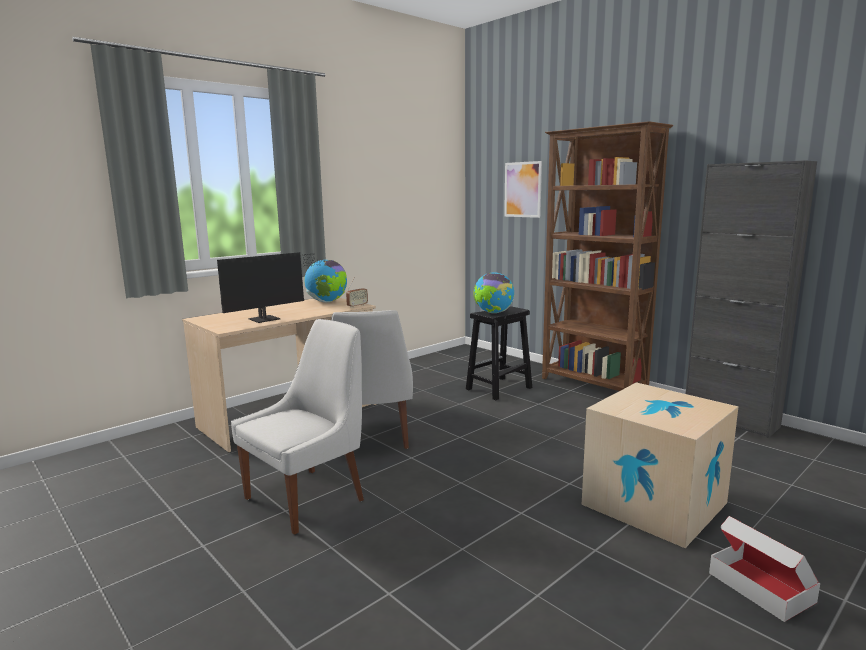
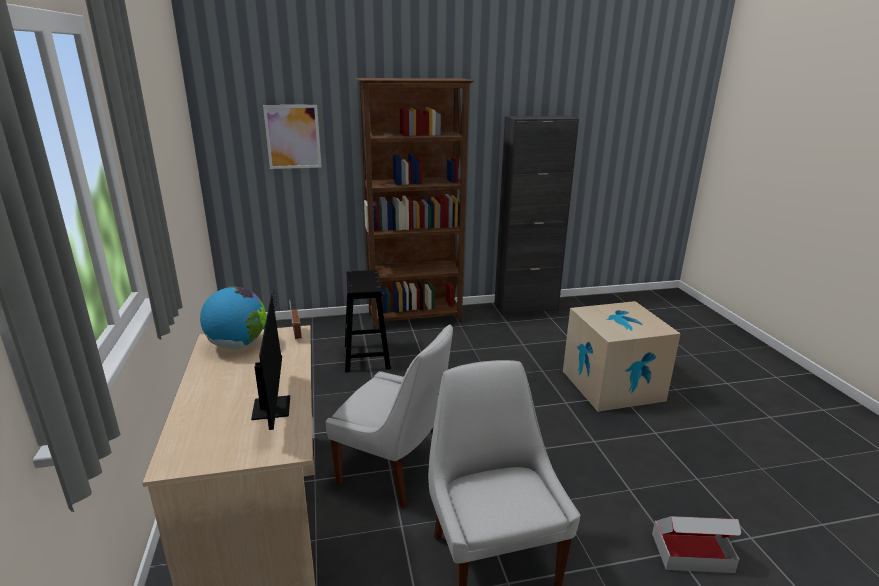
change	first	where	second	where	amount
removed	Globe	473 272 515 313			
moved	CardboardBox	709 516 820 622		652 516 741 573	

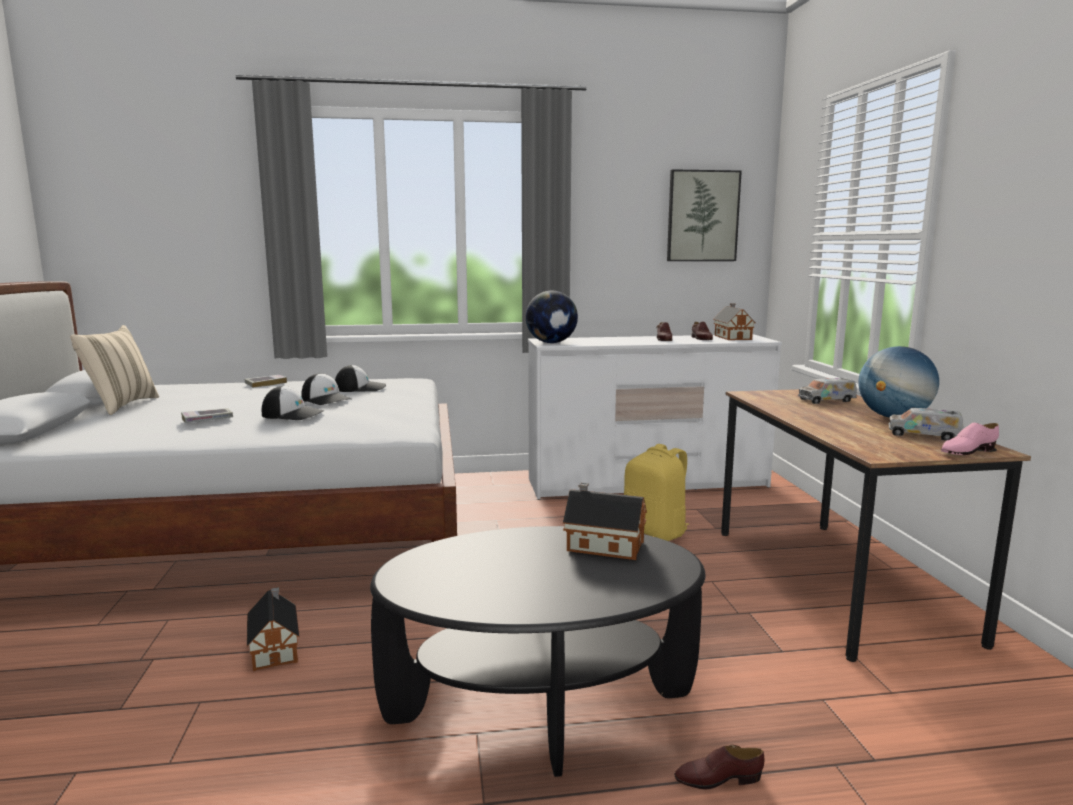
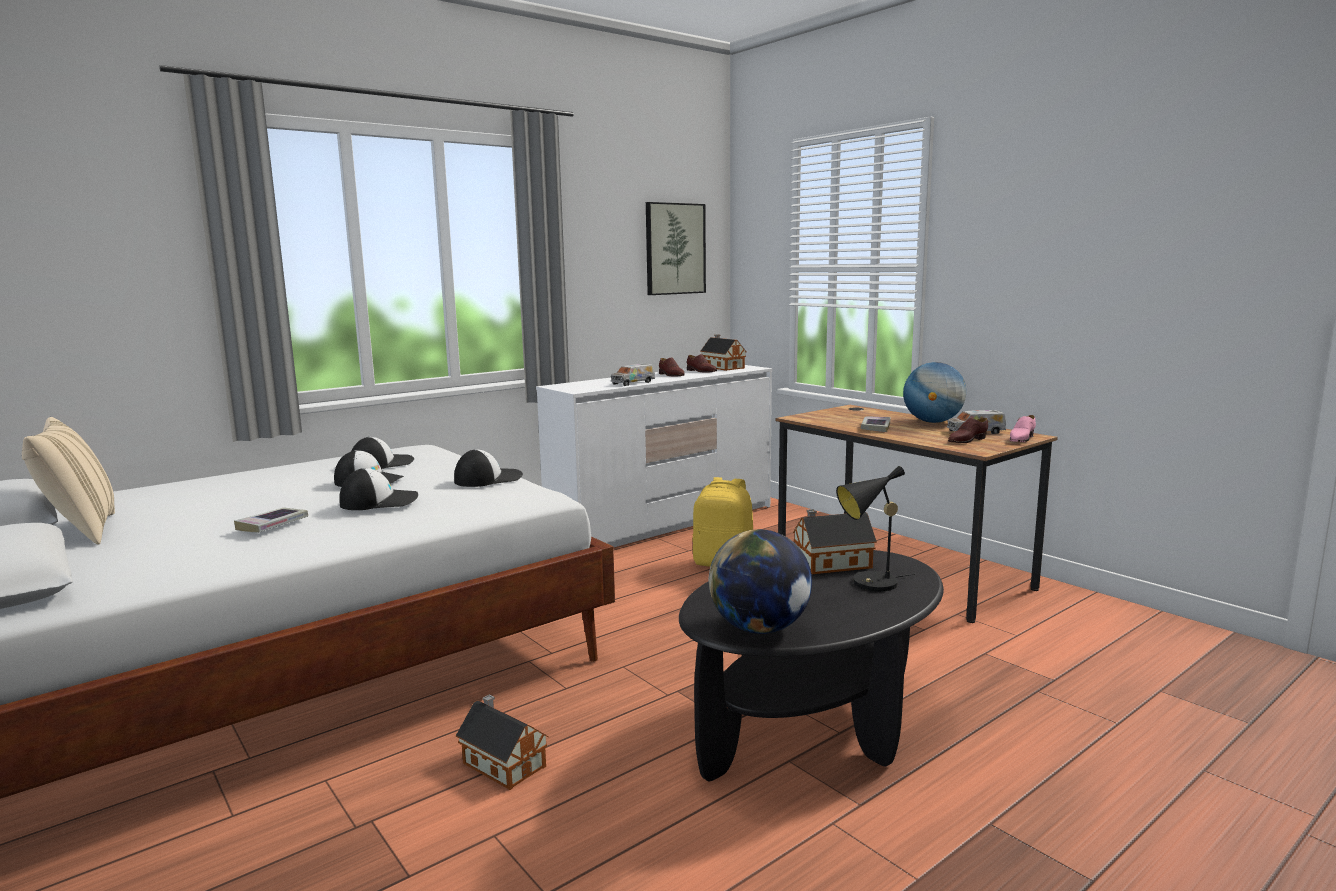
change	first	where	second	where	amount
moved	Globe	525 291 578 343		709 529 812 634	
moved	Book	245 375 287 388		861 417 891 432	
moved	ToyTruck	798 378 857 404		611 364 655 386	
moved	BrownShoe	674 745 764 789		948 418 988 443	
added			Cap	454 449 523 487	
added			BlackTableLamp	836 466 916 591	

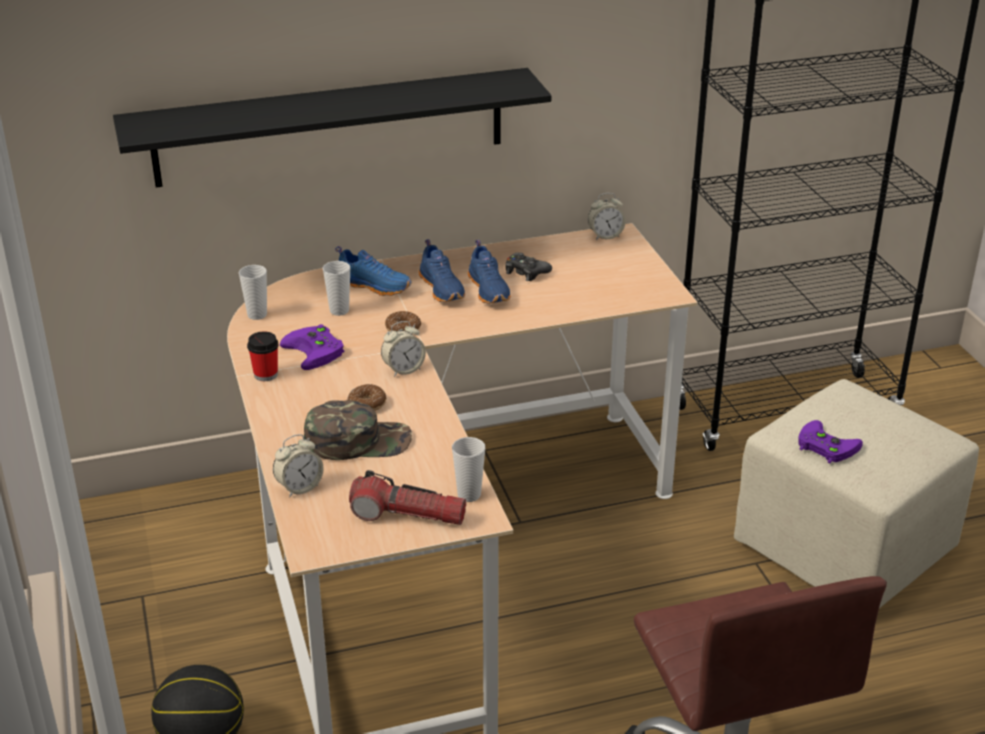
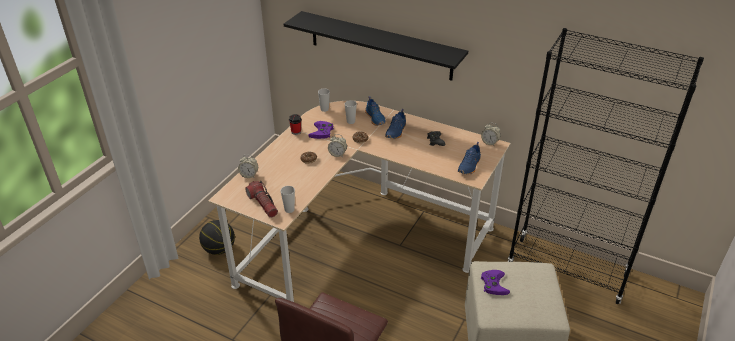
change	first	where	second	where	amount
moved	BlueShoe	468 240 511 304		458 142 481 175	
removed	GreenCap	304 400 412 460			

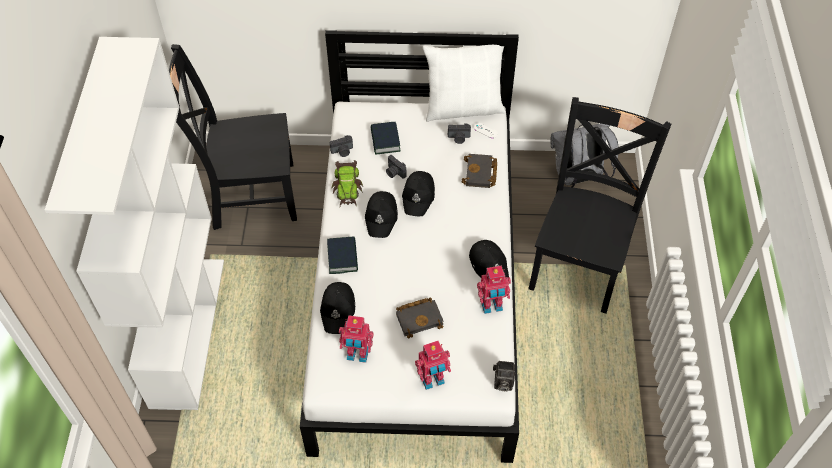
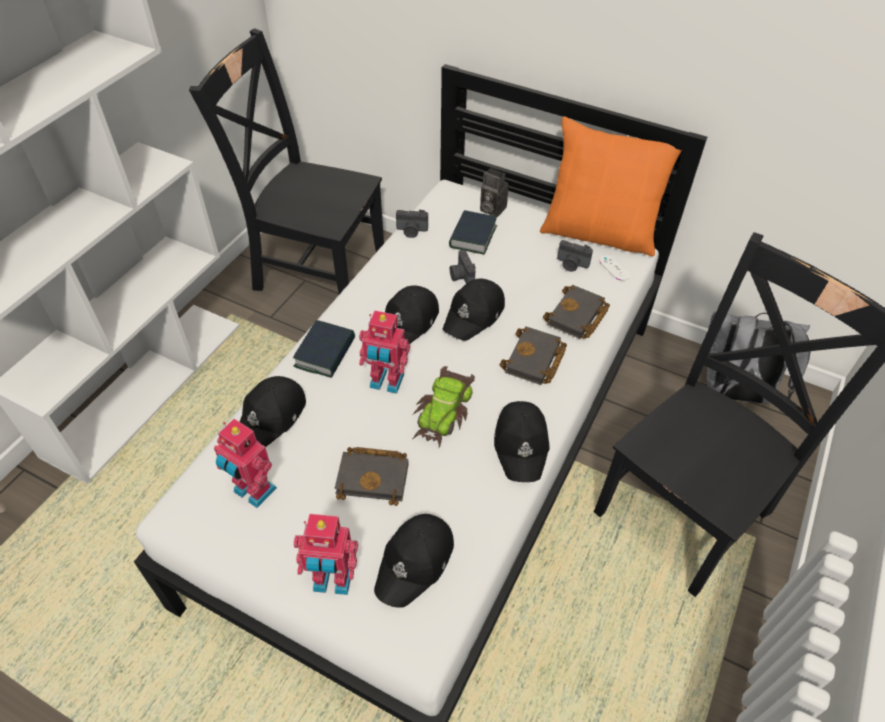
change	first	where	second	where	amount
recoloured	WhitePillow	423 45 505 122	OrangePillow	540 116 682 257	
moved	ToyCar	331 160 363 207		412 366 475 447	
moved	ToyRobot	477 266 511 314		359 311 410 394	
moved	PhotoCamera	493 361 515 391		480 168 509 217	
added			BlackBook	500 327 567 385	
added			BlackCap	374 514 454 608	

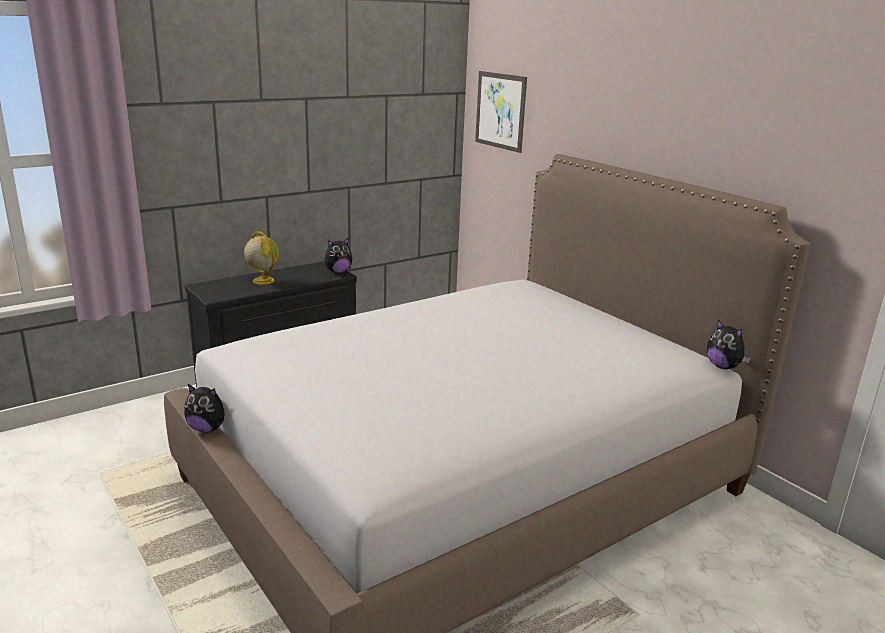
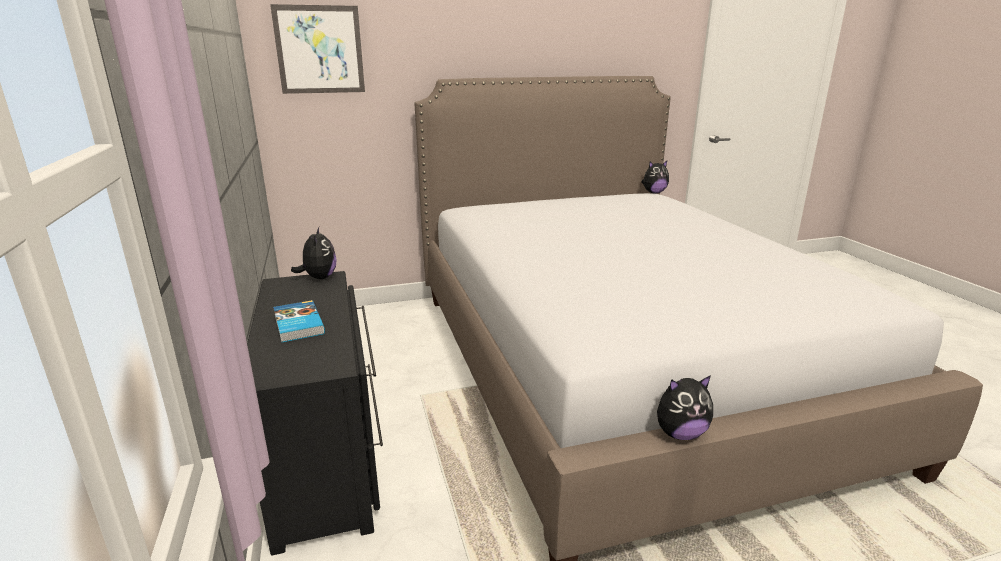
change	first	where	second	where	amount
replaced	Globe	244 231 279 285	Book	273 300 325 343	
turned	PlushToy	184 384 225 433		657 375 713 440	45 degrees clockwise

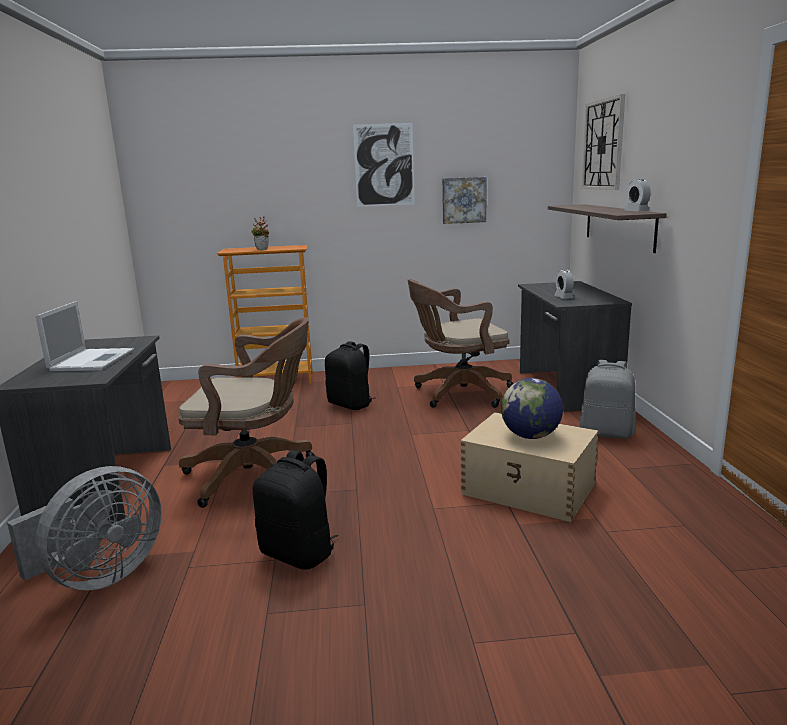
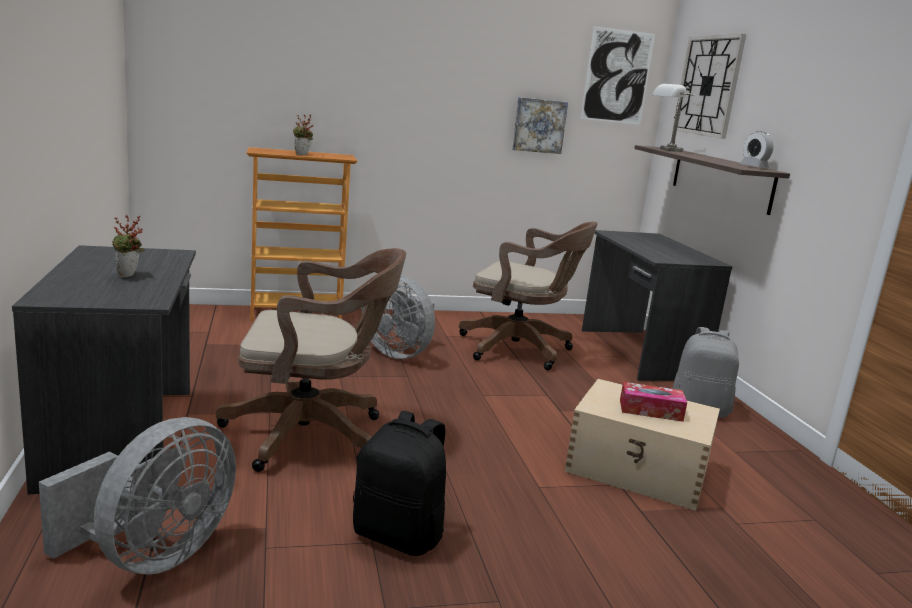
change	first	where	second	where	amount
moved	Picture	353 123 415 207		580 26 655 125	
removed	AlarmClock	554 269 574 299			
turned	BrownOfficeChair	407 279 513 408		459 222 598 370	135 degrees counterclockwise
replaced	Laptop	36 301 134 371	PottedPlant	112 215 144 278	
replaced	BlackBackpack	325 341 374 410	GreyFan	362 275 435 359	
replaced	Globe	501 378 563 439	TissueBox	620 382 687 422	
added			GreyTableLamp	652 84 694 152	

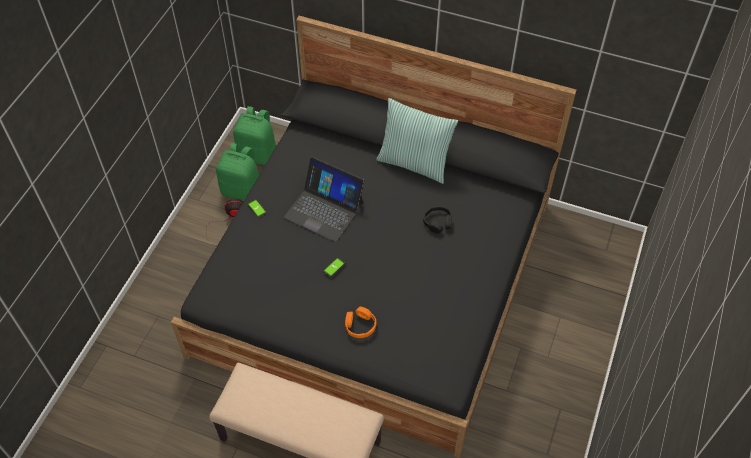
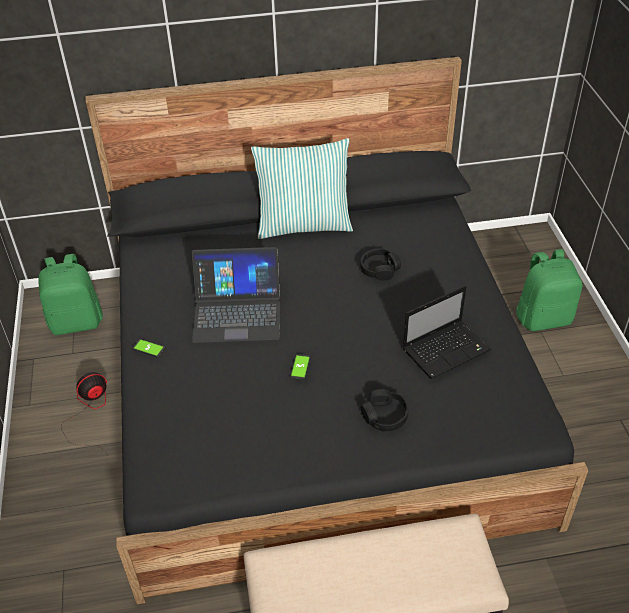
change	first	where	second	where	amount
moved	GreenBackpack	216 143 259 202		516 249 583 331	
recoloured	OrangeHeadphones	345 307 377 338	BlackHeadphones	361 389 409 432	
added			Laptop	403 286 491 379	

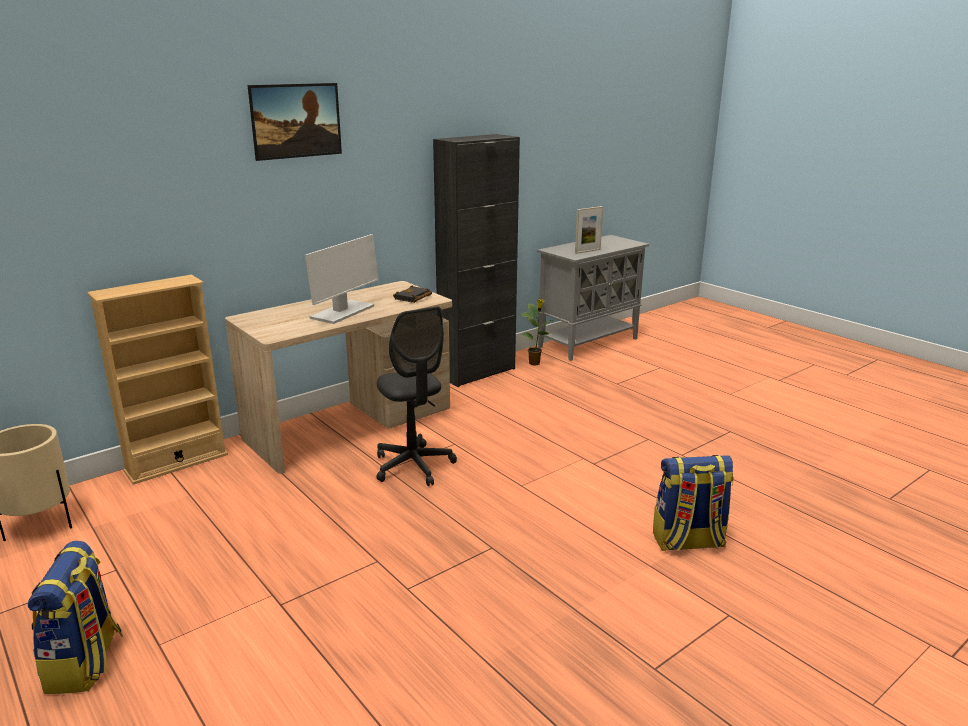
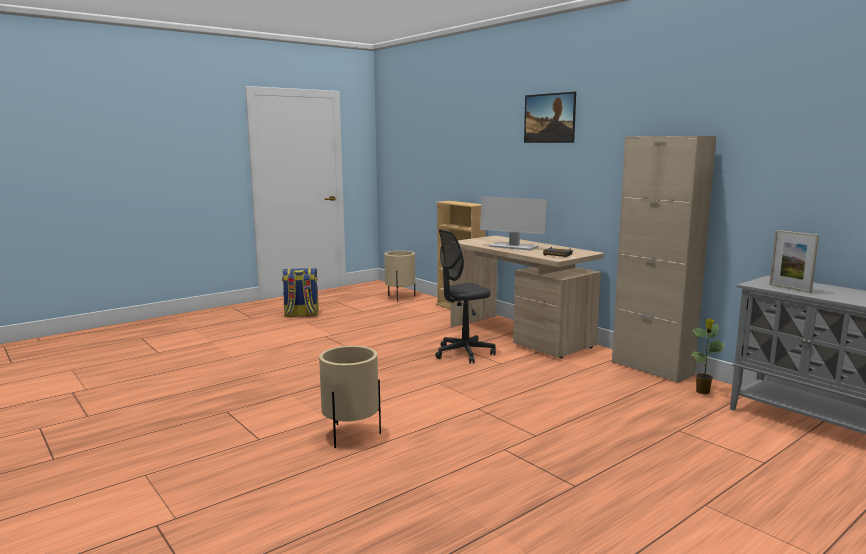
change	first	where	second	where	amount
recoloured	BlackCabinet	433 134 520 387	BeigeCabinet	612 136 716 383	
replaced	Backpack	653 455 734 551	BeigePlanter	319 346 381 448	

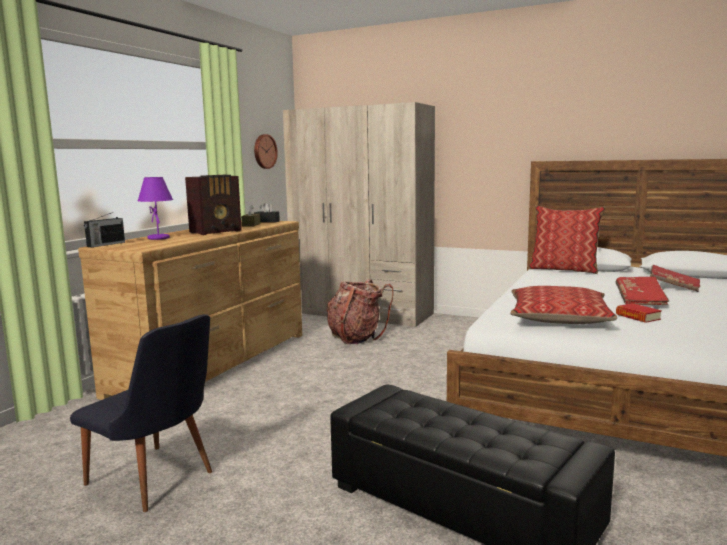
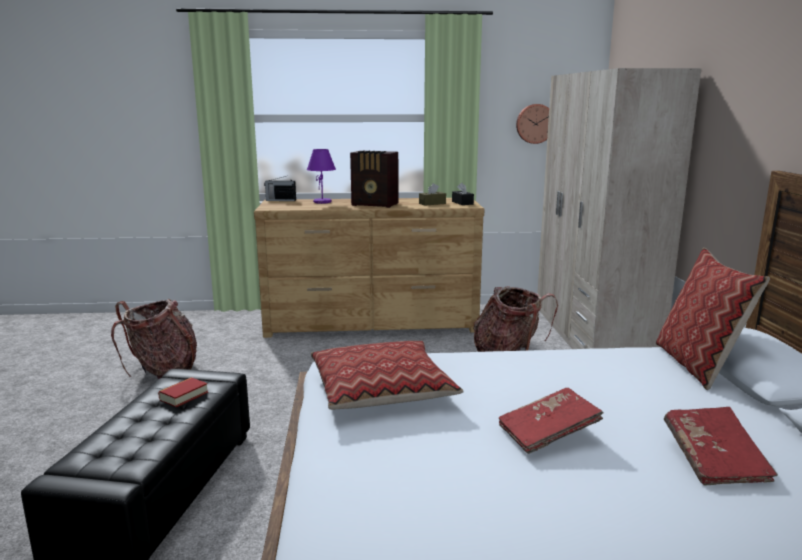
change	first	where	second	where	amount
moved	Book	616 303 662 323		158 377 208 407	
replaced	BlackChair	70 314 212 512	Backpack	111 299 197 379	

